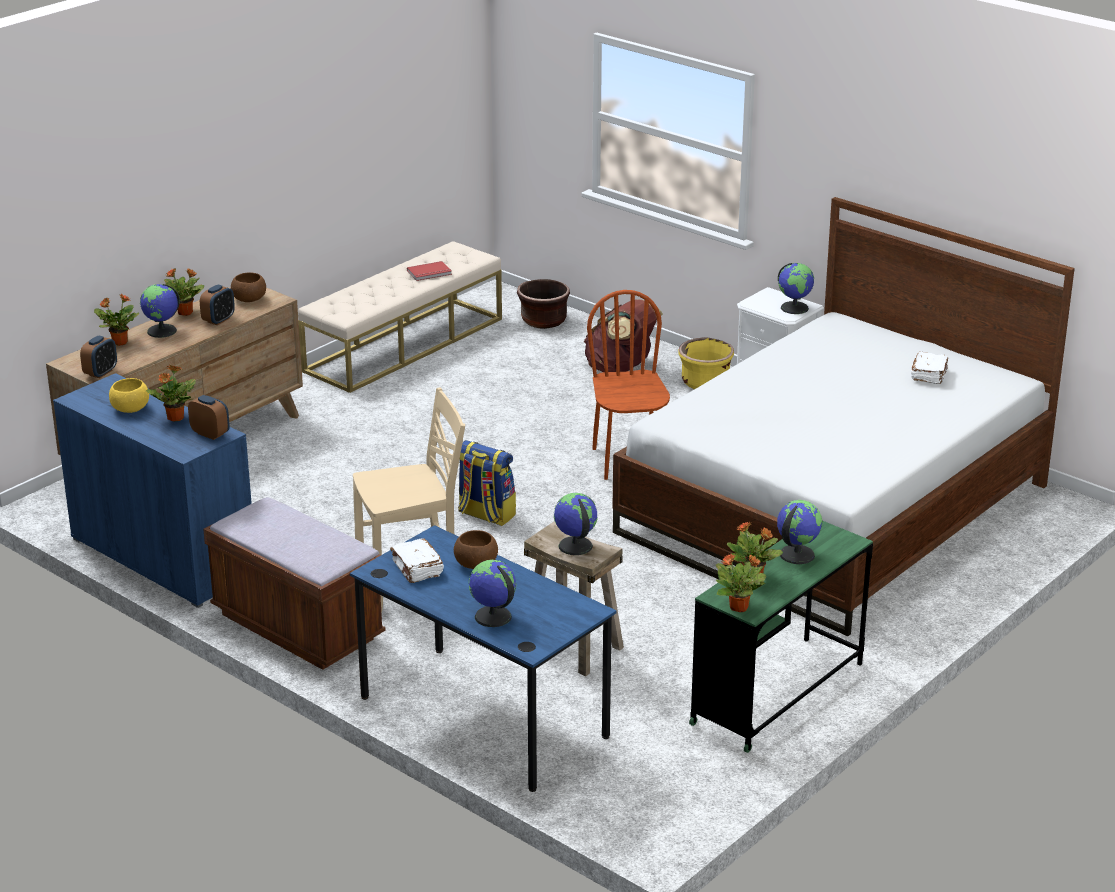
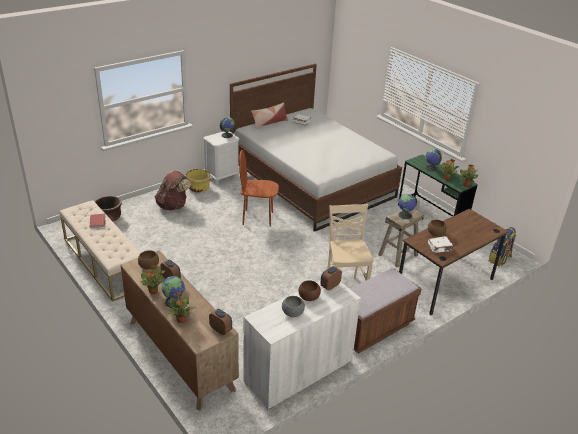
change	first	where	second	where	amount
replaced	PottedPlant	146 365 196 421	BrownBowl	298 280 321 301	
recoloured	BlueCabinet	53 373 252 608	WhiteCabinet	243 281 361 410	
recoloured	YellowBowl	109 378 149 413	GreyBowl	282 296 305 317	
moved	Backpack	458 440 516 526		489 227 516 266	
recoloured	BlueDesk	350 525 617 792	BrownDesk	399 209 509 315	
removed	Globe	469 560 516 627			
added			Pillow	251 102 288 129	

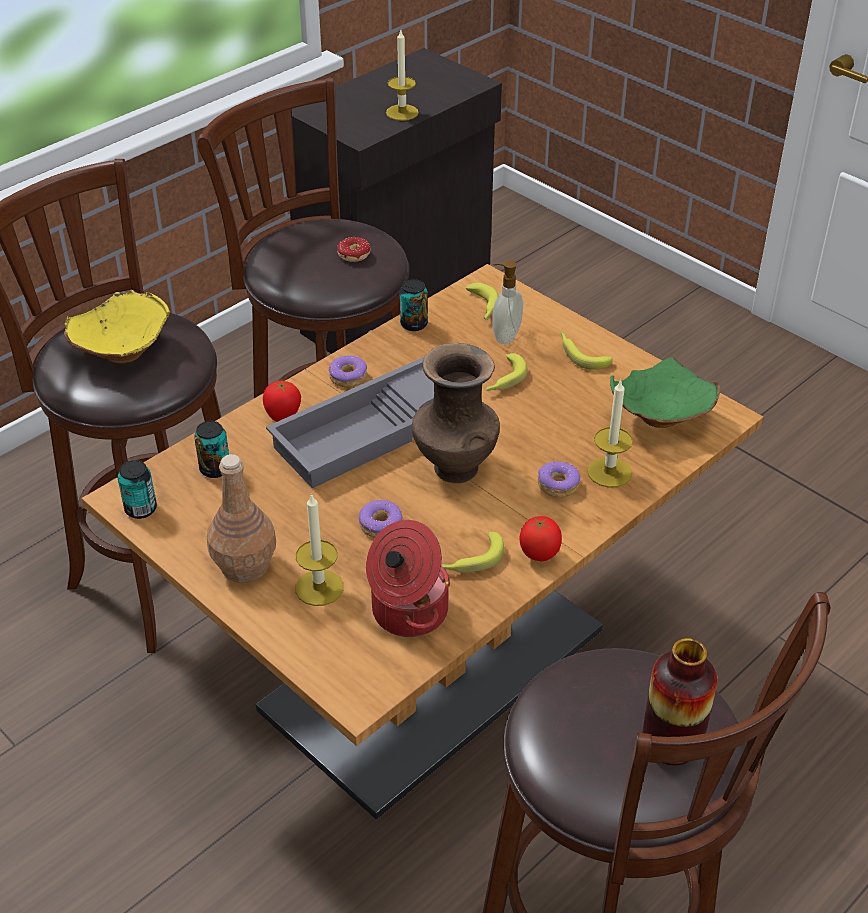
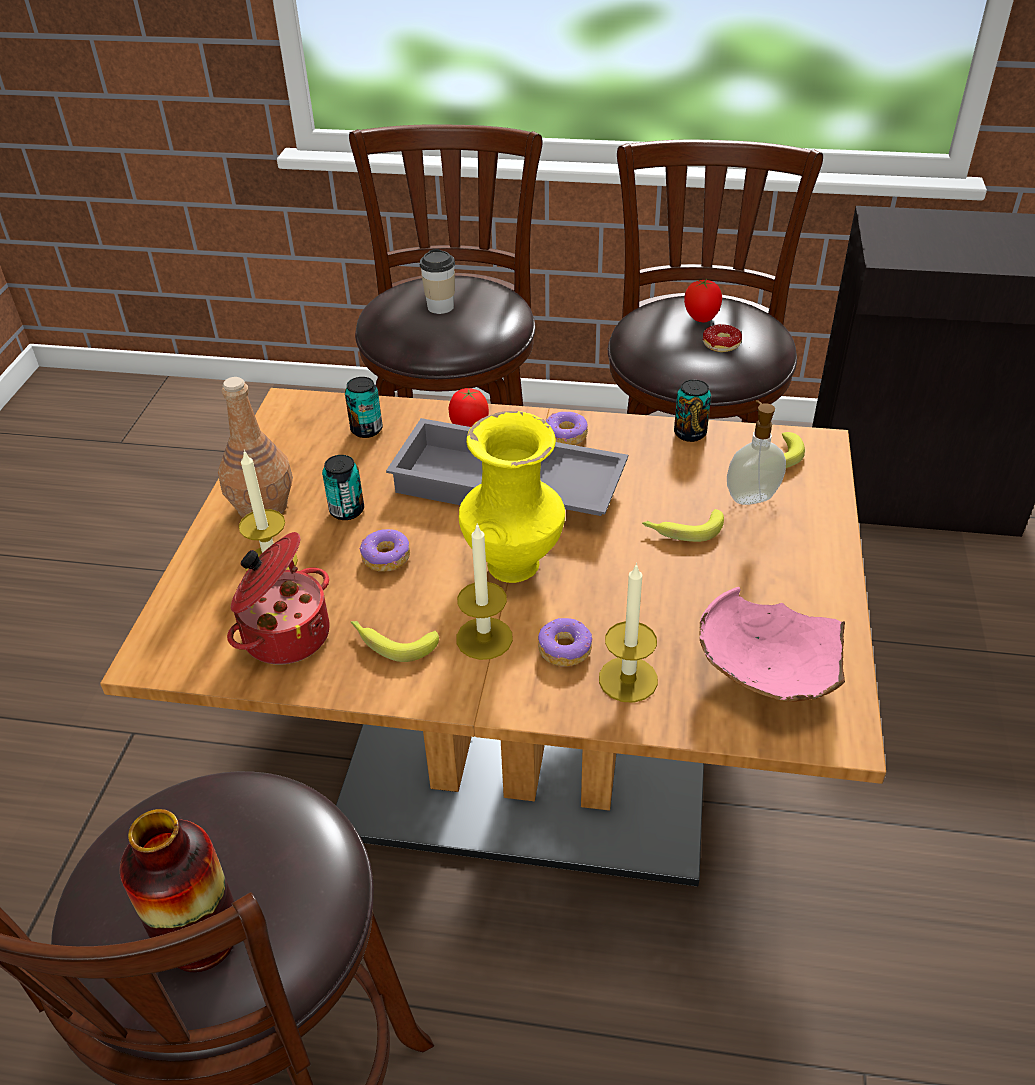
change	first	where	second	where	amount
moved	Candle	386 30 419 121		456 523 513 660	
replaced	YellowBowl	64 290 170 363	Cup	420 249 455 314	
removed	Banana	561 332 613 370			
recoloured	BrownVase	412 343 500 483	YellowVase	459 411 565 583	
recoloured	GreenBowl	610 356 721 428	PinkBowl	699 587 845 701	
moved	Can	118 460 157 519		322 455 364 520	
moved	Tomato	520 516 562 561		684 279 722 322	

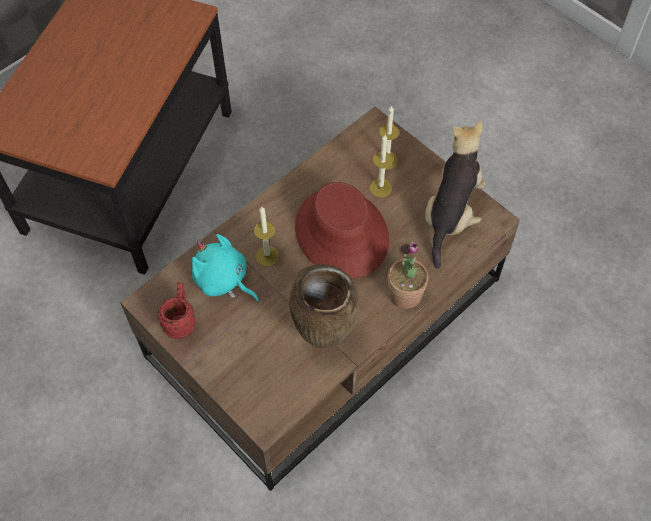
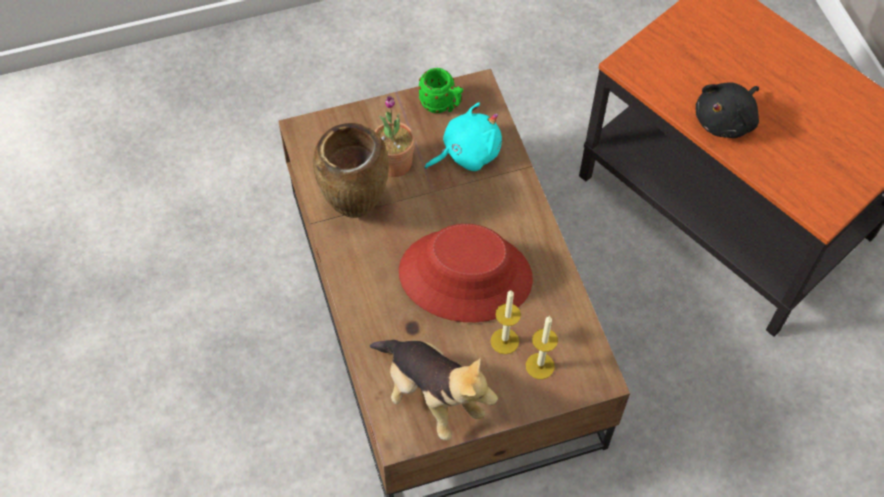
change	first	where	second	where	amount
removed	Candle	254 207 280 267			
moved	PottedPlant	388 242 429 309		374 96 415 177	
recoloured	RedMug	158 282 196 339	GreenMug	419 68 463 113	
added			BlackPlushToy	696 82 759 138	

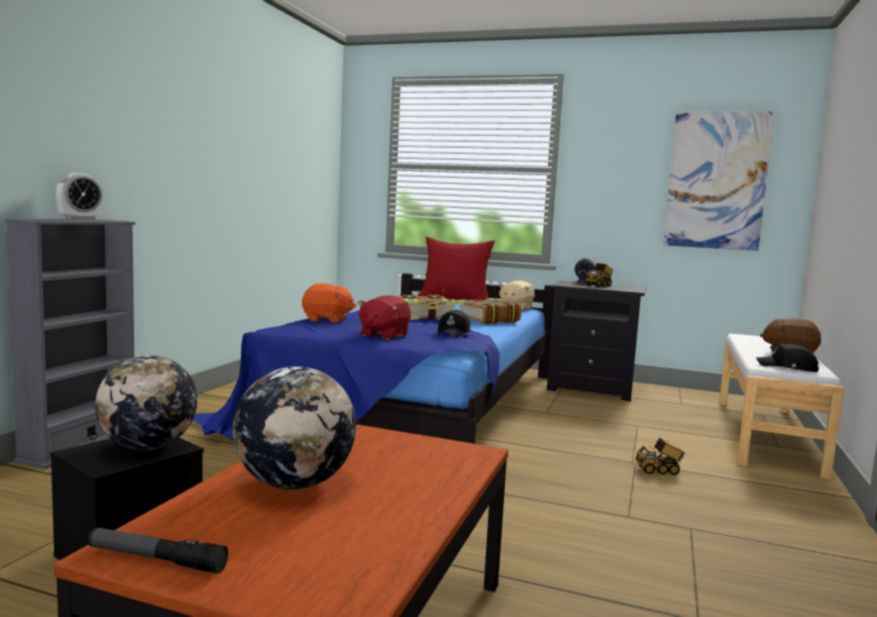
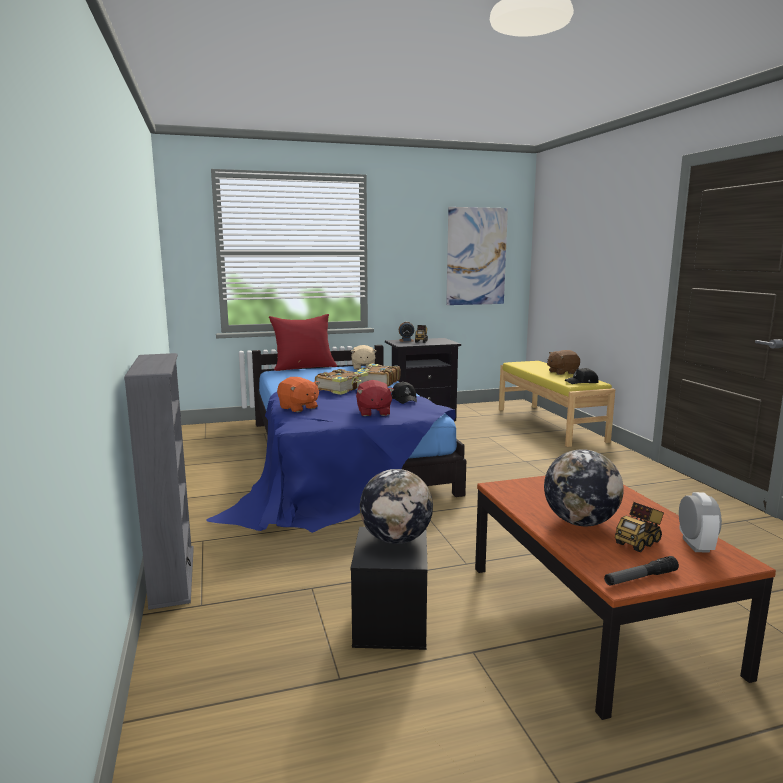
change	first	where	second	where	amount
moved	AlarmClock	56 173 104 220		679 492 722 553	
turned	OrangePlushToy	302 283 356 323		277 377 320 412	75 degrees clockwise
recoloured	WhiteBench	719 334 844 479	YellowBench	499 361 615 447	
moved	ToyTruck	635 438 685 475		615 502 664 552	

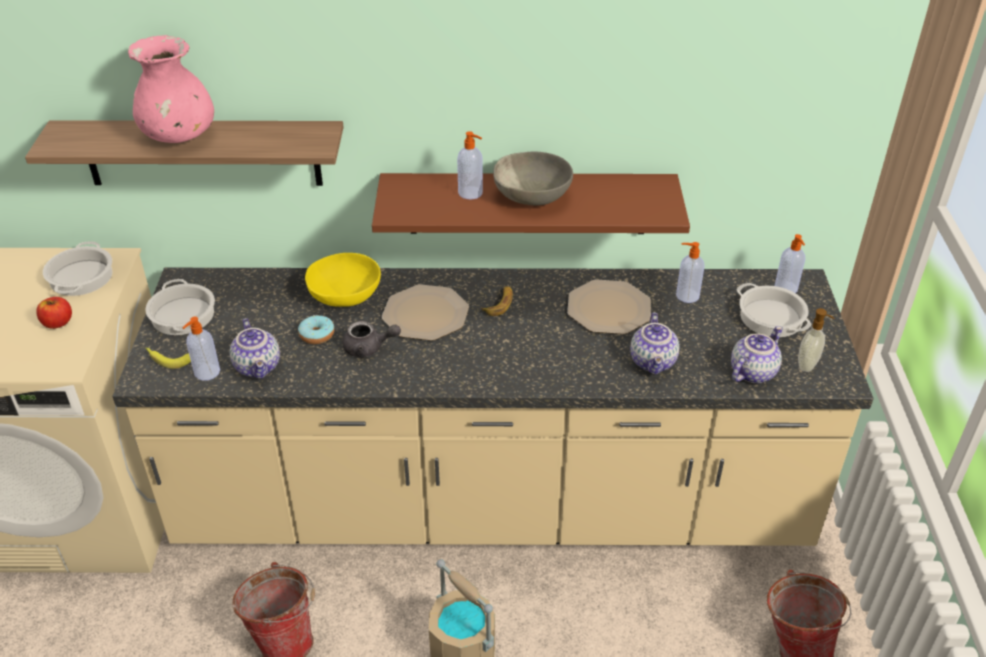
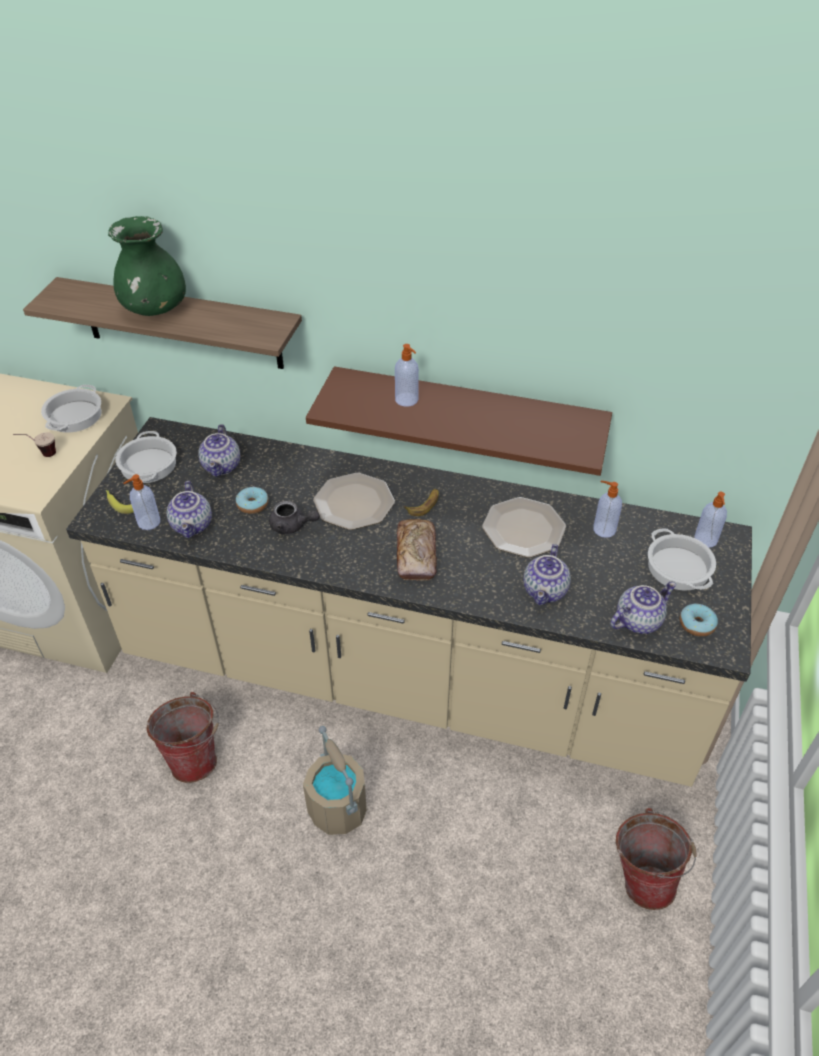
change	first	where	second	where	amount
recoloured	PinkVase	128 35 214 143	GreenVase	108 216 186 316	
removed	GreyBowl	493 152 573 206			
removed	YellowBowl	305 253 381 307			
replaced	Apple	36 297 72 329	Cup	13 432 56 457	
replaced	SoapDispenser	798 308 835 372	Donut	680 604 718 637	
added			Teapot	198 424 240 477	
added			Bread	397 519 437 581	

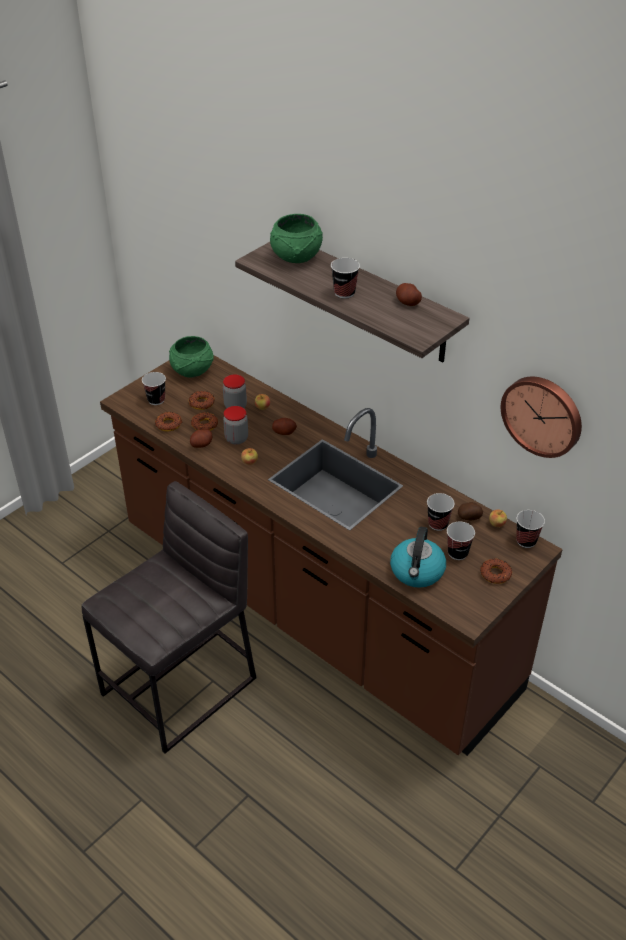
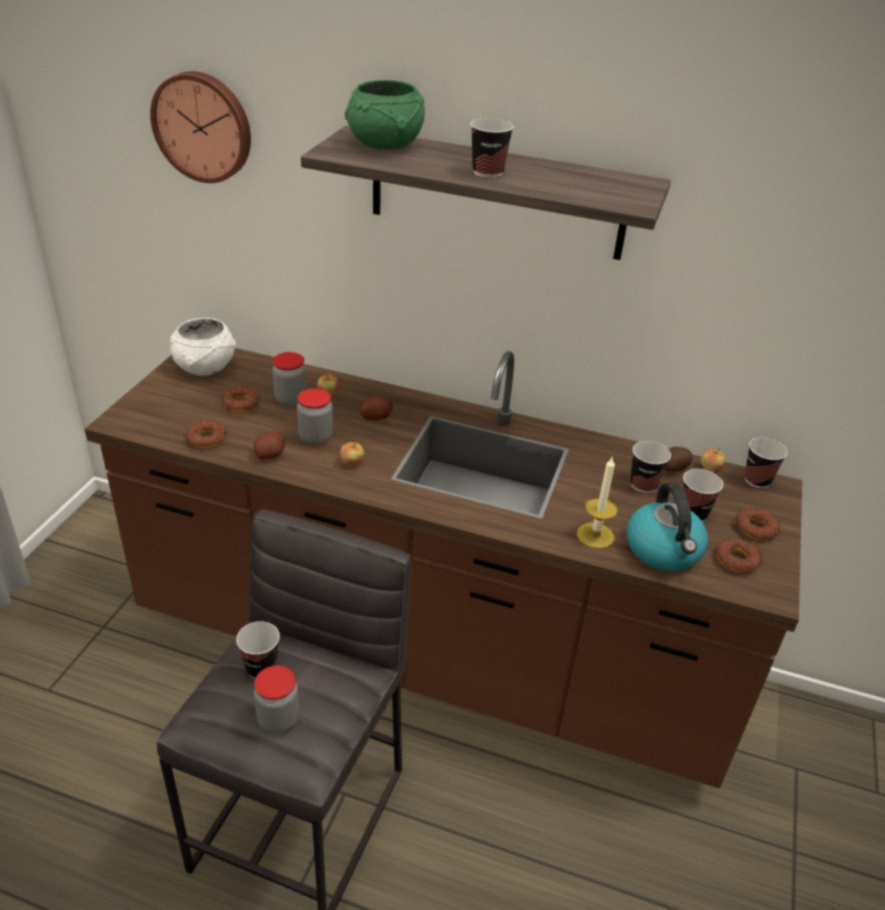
change	first	where	second	where	amount
removed	Potato	396 283 422 306			
recoloured	GreenBowl	169 336 214 378	WhiteBowl	170 318 236 376	
moved	Cup	142 372 166 405		236 621 280 679	
moved	WallClock	501 377 582 458		150 71 251 183	
moved	Donut	191 412 218 431		716 538 762 574	
added			Candle	577 456 618 549	
added			Jar	254 666 299 734	

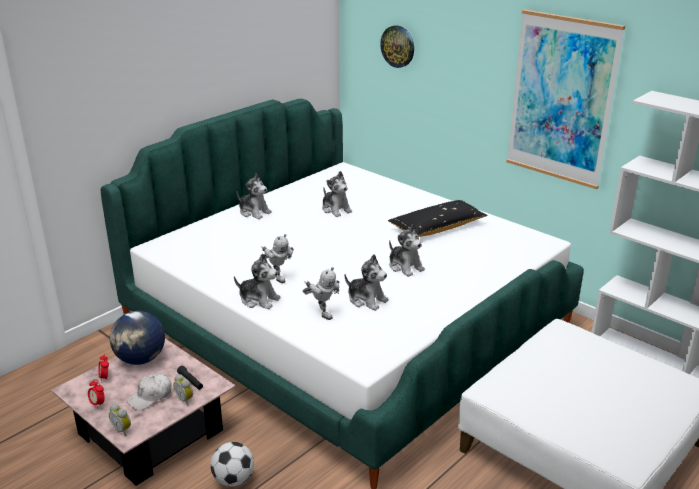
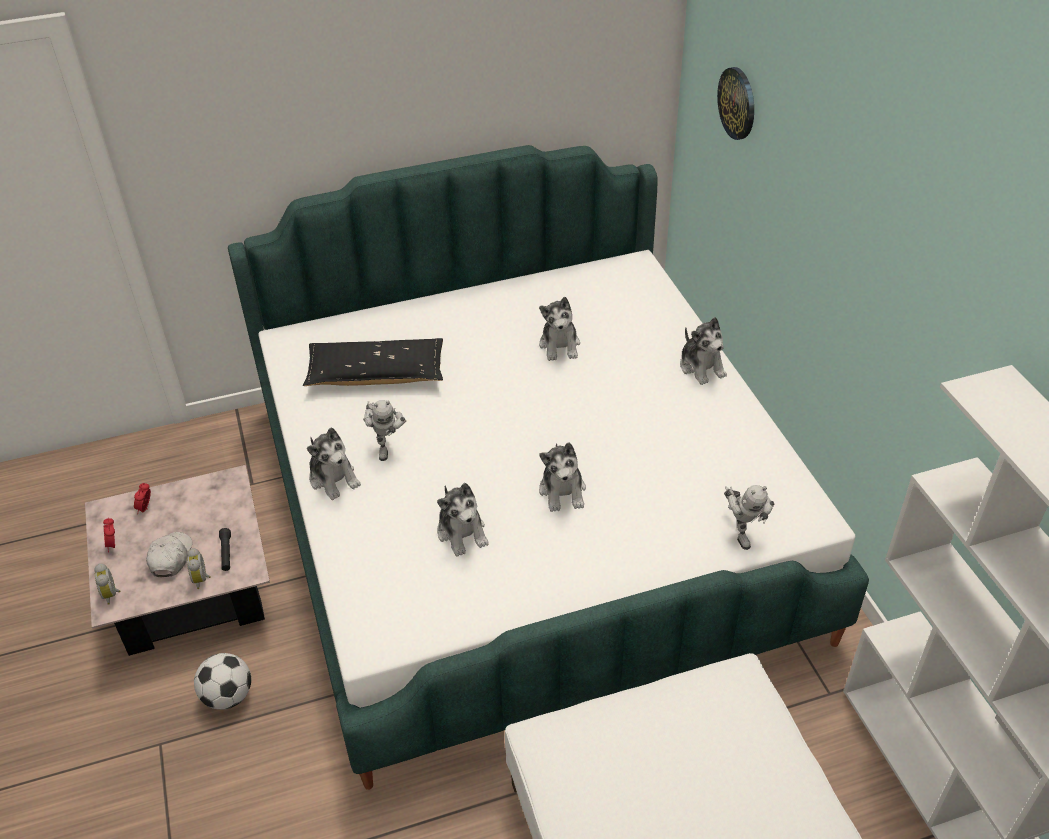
change	first	where	second	where	amount
removed	Picture	506 10 625 189			
moved	PlushToy	237 173 272 219		680 317 727 385	
moved	BlackPillow	388 200 488 237		303 338 443 386	
moved	ToyRobot	303 267 340 320		724 485 774 550	
removed	Globe	110 311 165 365			
turned	WhiteCap	127 374 172 410		146 532 192 577	105 degrees clockwise

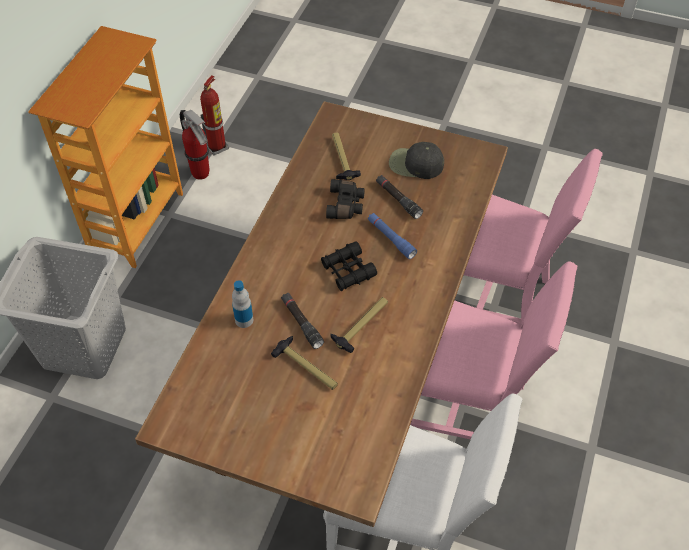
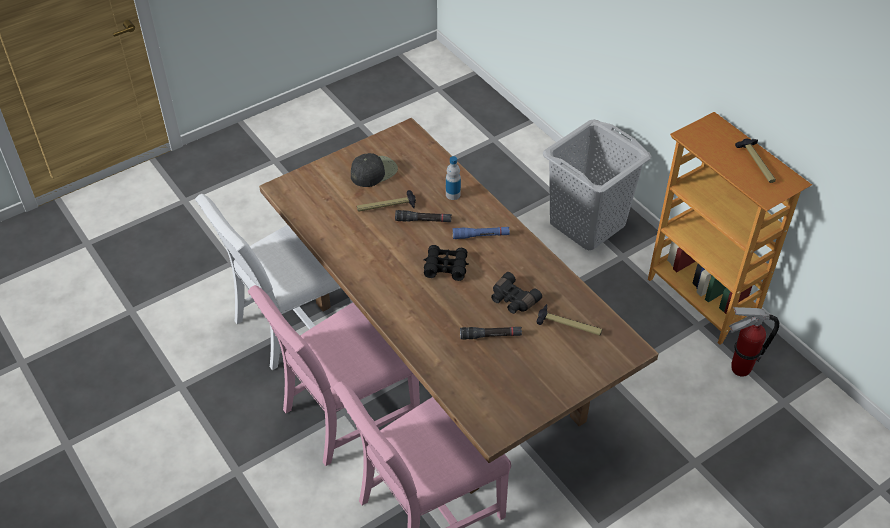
change	first	where	second	where	amount
removed	FireExtinguisher	200 75 229 155			
moved	BlackCap	389 142 444 179		351 153 398 187	
moved	BlueFlashlight	368 213 417 259		453 227 510 239	
moved	Hammer	331 297 388 353		735 139 776 183	

